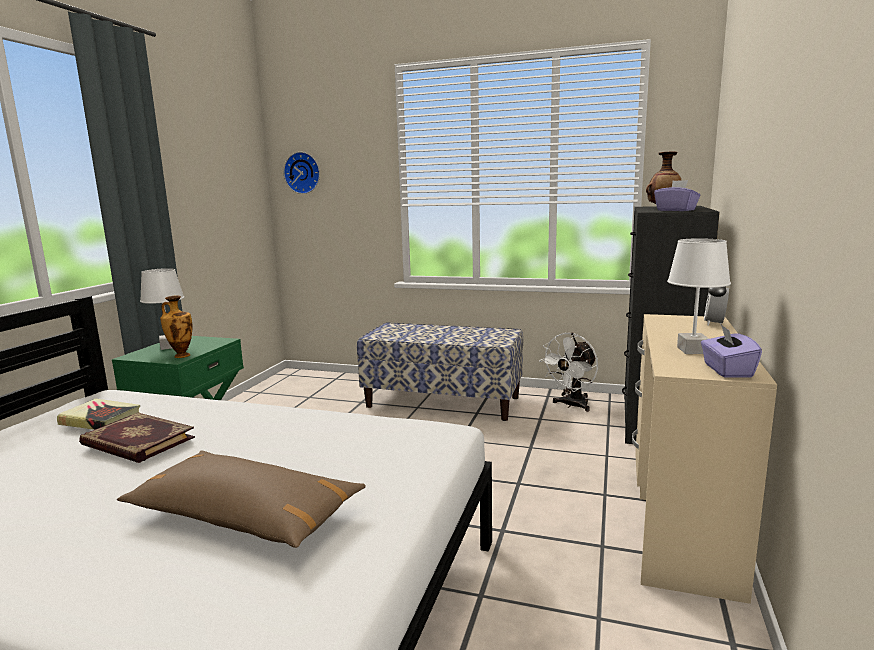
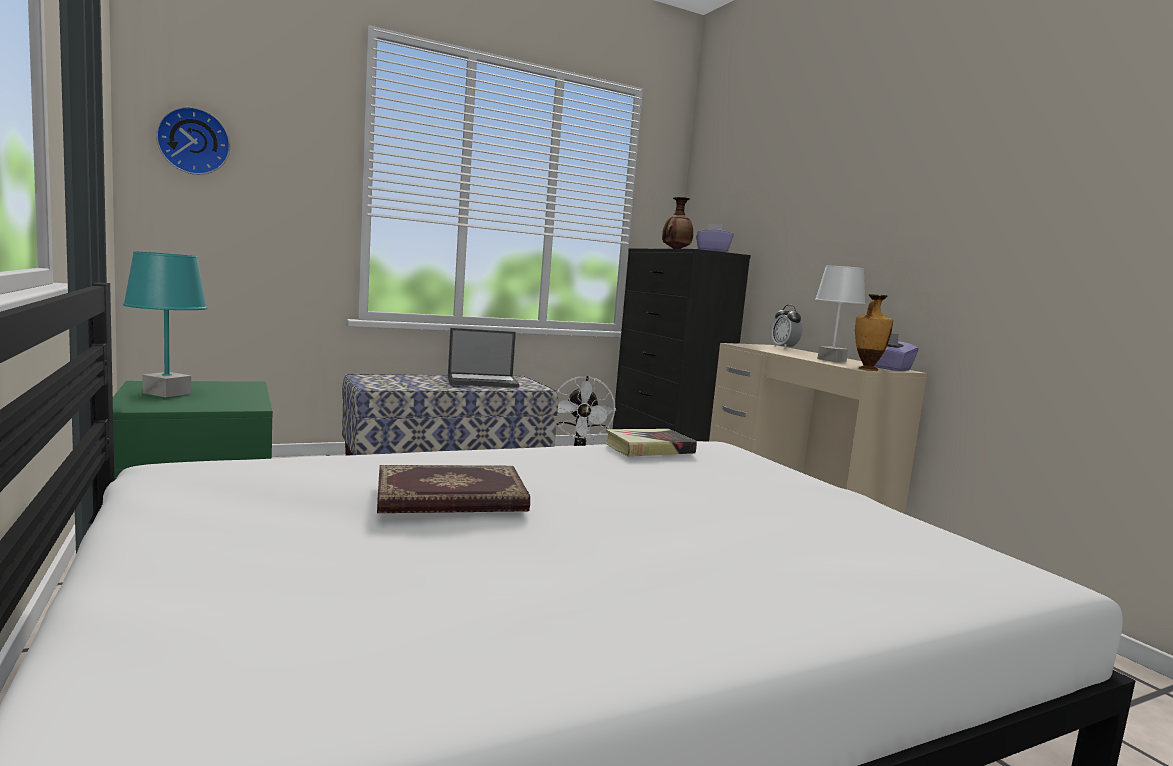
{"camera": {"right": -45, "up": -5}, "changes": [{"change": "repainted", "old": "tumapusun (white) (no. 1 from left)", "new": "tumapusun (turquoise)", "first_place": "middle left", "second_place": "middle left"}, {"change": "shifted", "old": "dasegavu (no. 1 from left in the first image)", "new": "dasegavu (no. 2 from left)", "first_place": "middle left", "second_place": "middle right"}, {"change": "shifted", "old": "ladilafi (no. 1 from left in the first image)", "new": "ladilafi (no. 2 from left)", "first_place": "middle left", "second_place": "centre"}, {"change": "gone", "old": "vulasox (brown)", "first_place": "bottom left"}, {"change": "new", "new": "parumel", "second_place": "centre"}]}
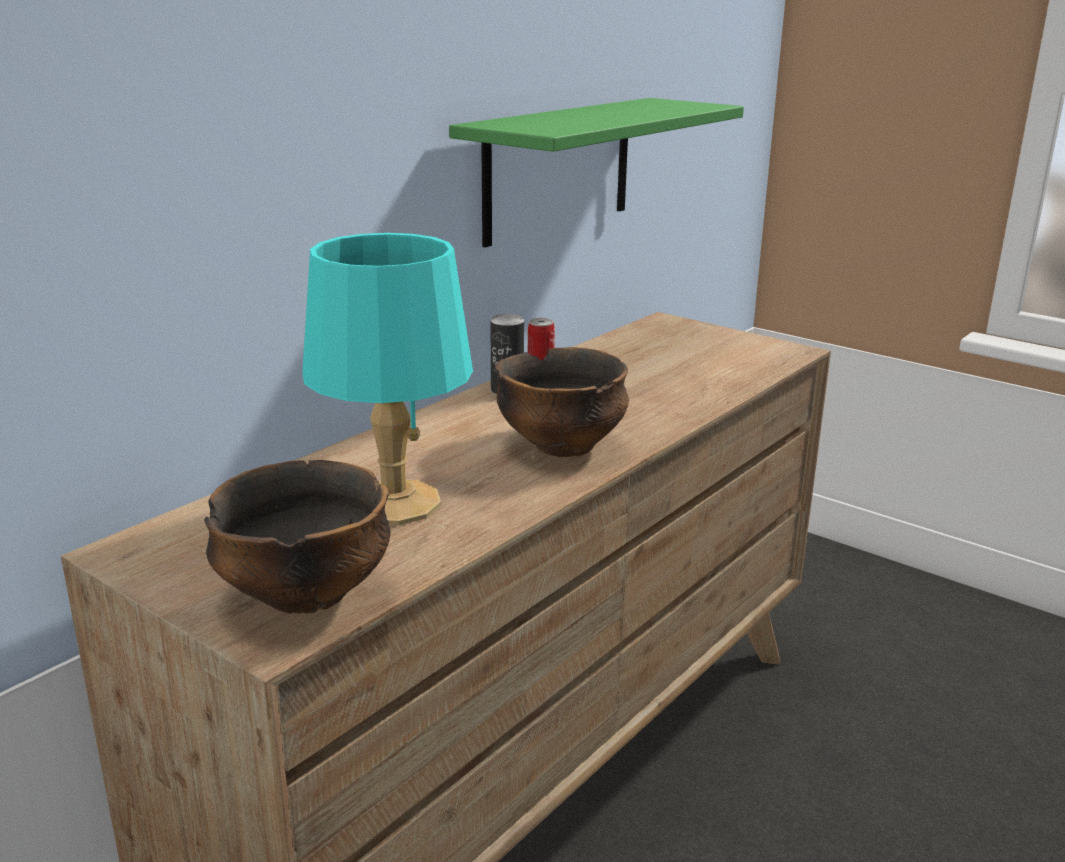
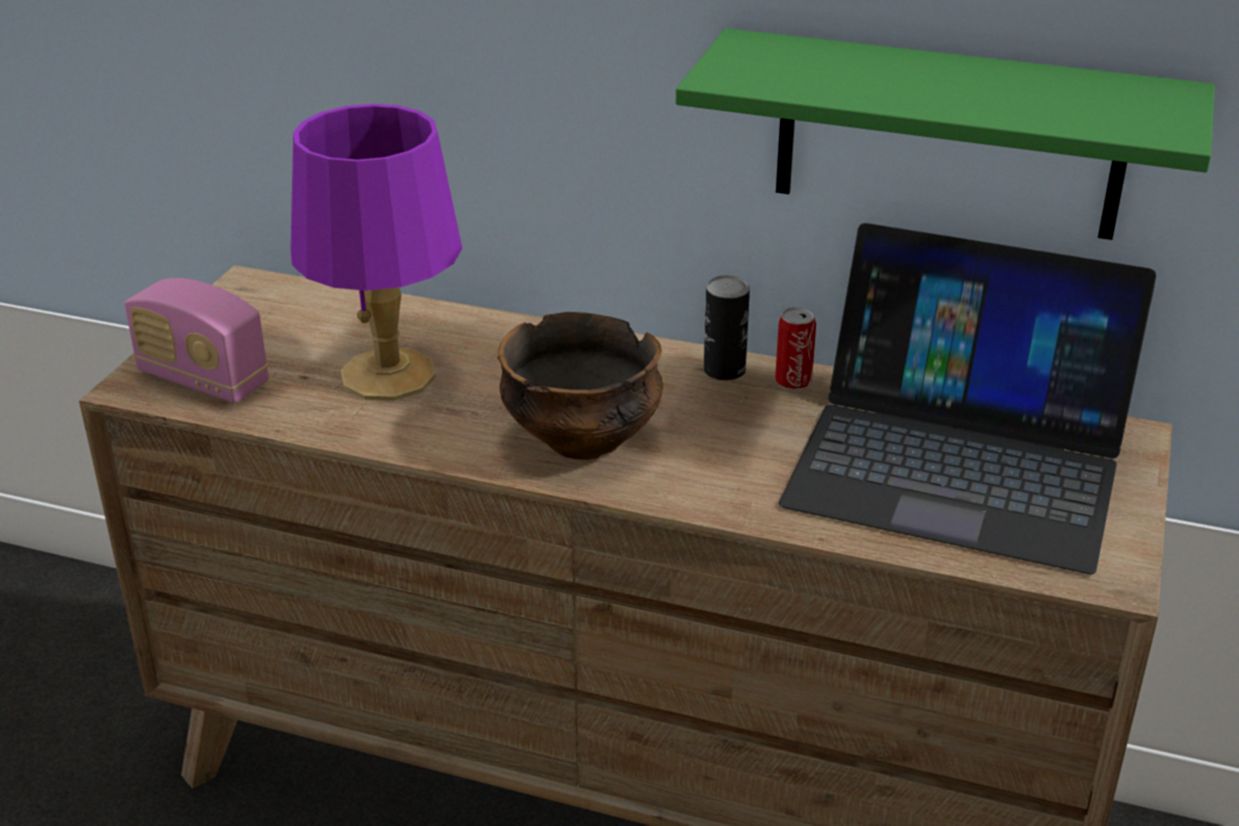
{"camera": {"right": 70, "up": 10}, "changes": [{"change": "repainted", "old": "tumapusun (turquoise)", "new": "tumapusun (purple)", "first_place": "centre", "second_place": "top left"}, {"change": "swapped", "old": "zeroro (no. 1 from left)", "new": "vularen", "first_place": "middle left", "second_place": "middle left"}, {"change": "new", "new": "parumel", "second_place": "middle right"}]}
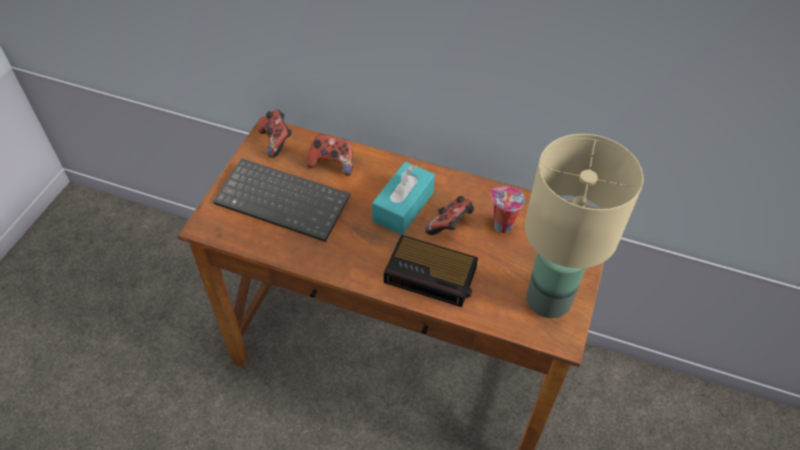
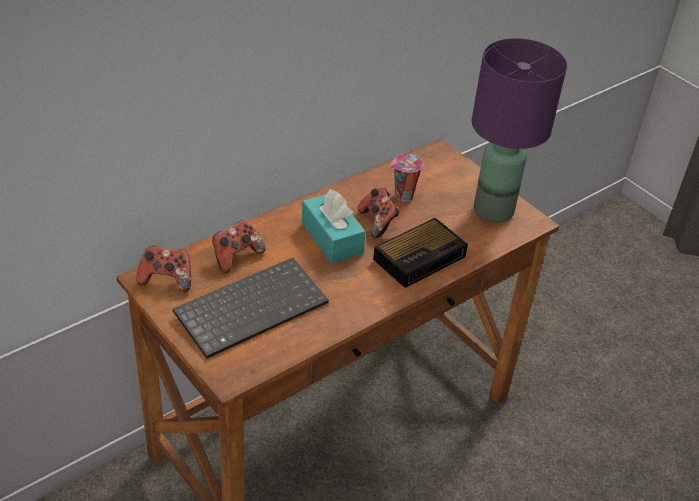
{"camera": {"right": -60, "up": -10}, "changes": [{"change": "repainted", "old": "tumapusun (beige)", "new": "tumapusun (purple)", "first_place": "middle right", "second_place": "top right"}]}
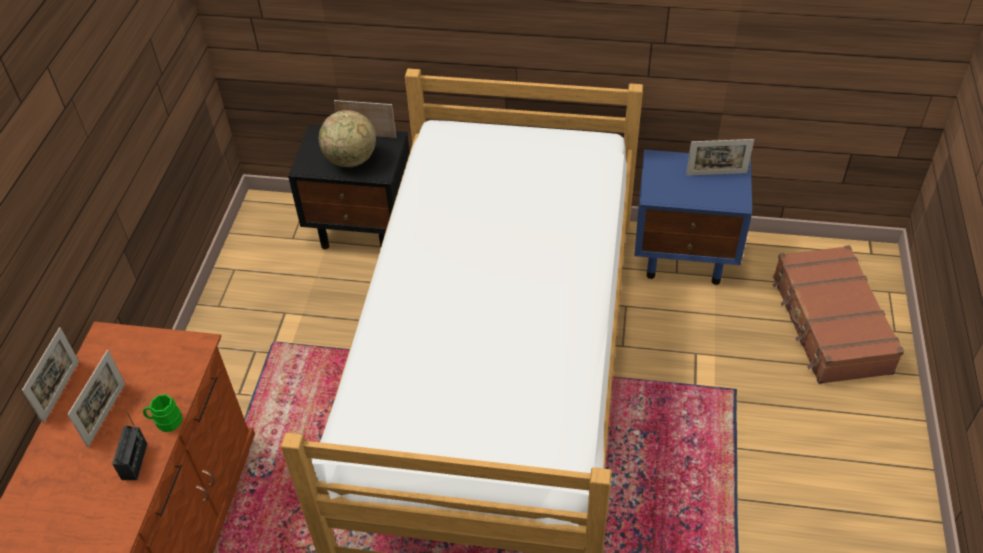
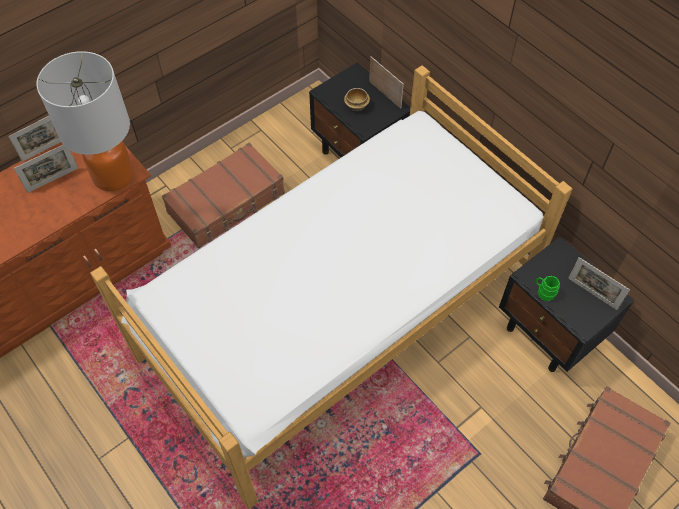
{"camera": {"right": 40, "up": 10}, "changes": [{"change": "swapped", "old": "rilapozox", "new": "zeroro", "first_place": "top centre", "second_place": "top centre"}, {"change": "repainted", "old": "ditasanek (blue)", "new": "ditasanek (black) (no. 2 from left)", "first_place": "middle right", "second_place": "middle right"}, {"change": "shifted", "old": "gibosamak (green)", "first_place": "bottom left", "second_place": "middle right"}, {"change": "gone", "old": "vularen", "first_place": "bottom left"}, {"change": "new", "new": "tumapusun", "second_place": "top left"}, {"change": "new", "new": "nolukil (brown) (no. 1 from left)", "second_place": "middle left"}]}
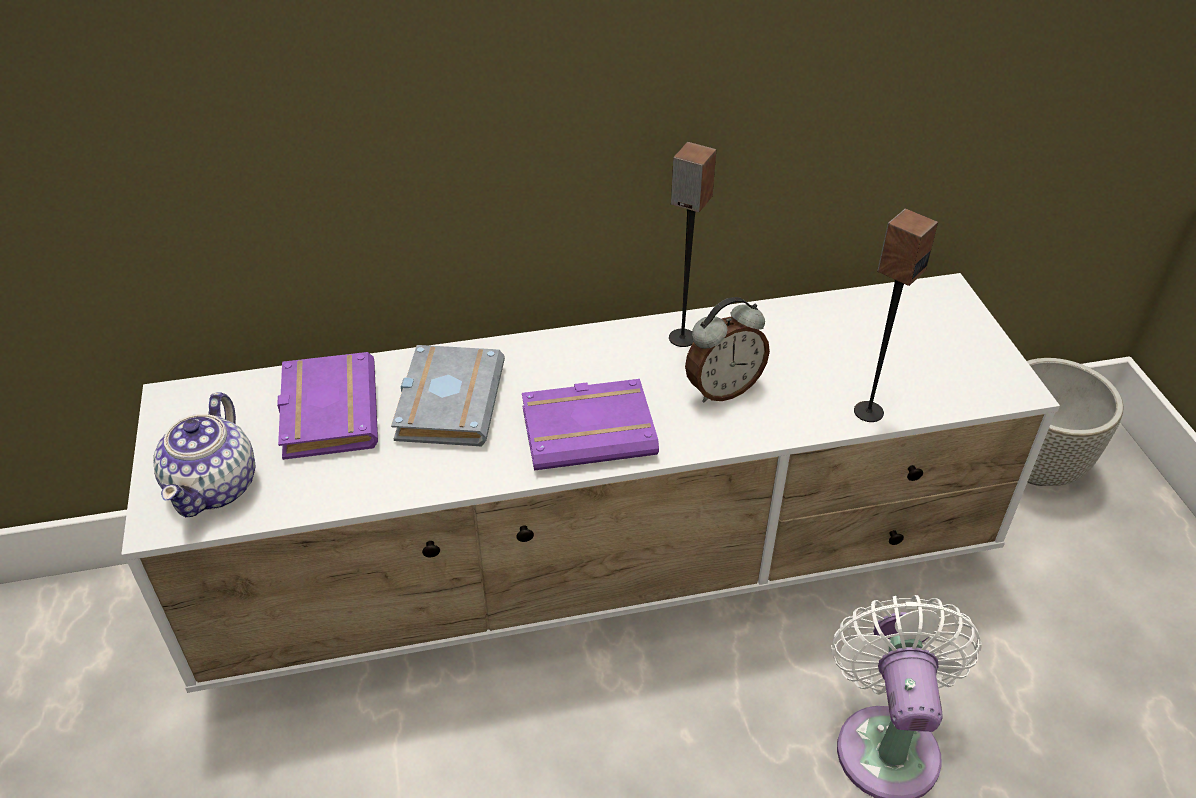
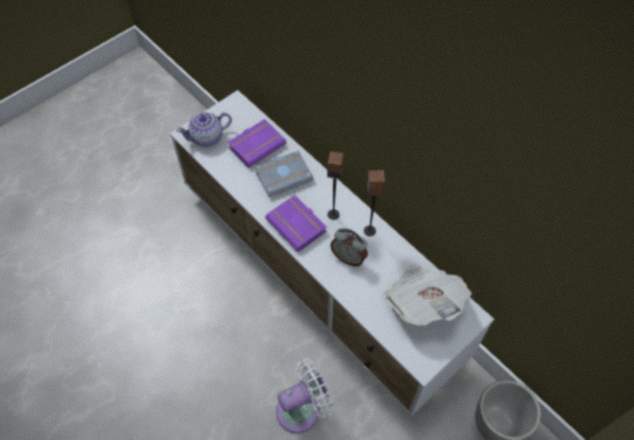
{"camera": {"right": 60, "up": 15}, "changes": [{"change": "shifted", "old": "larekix (no. 2 from left in the first image)", "new": "larekix (no. 1 from left)", "first_place": "middle right", "second_place": "centre"}, {"change": "new", "new": "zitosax", "second_place": "bottom right"}]}
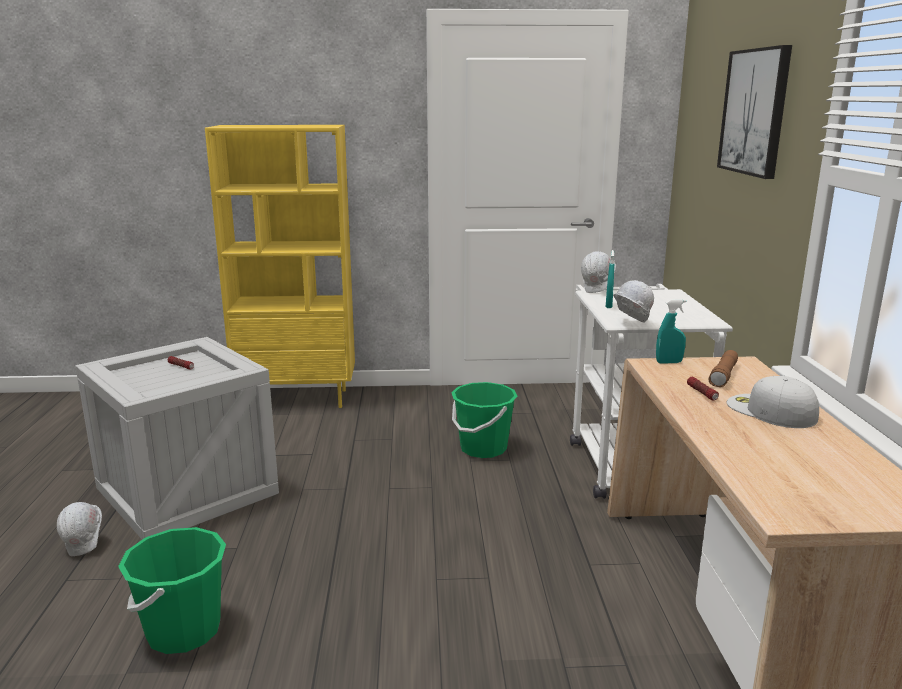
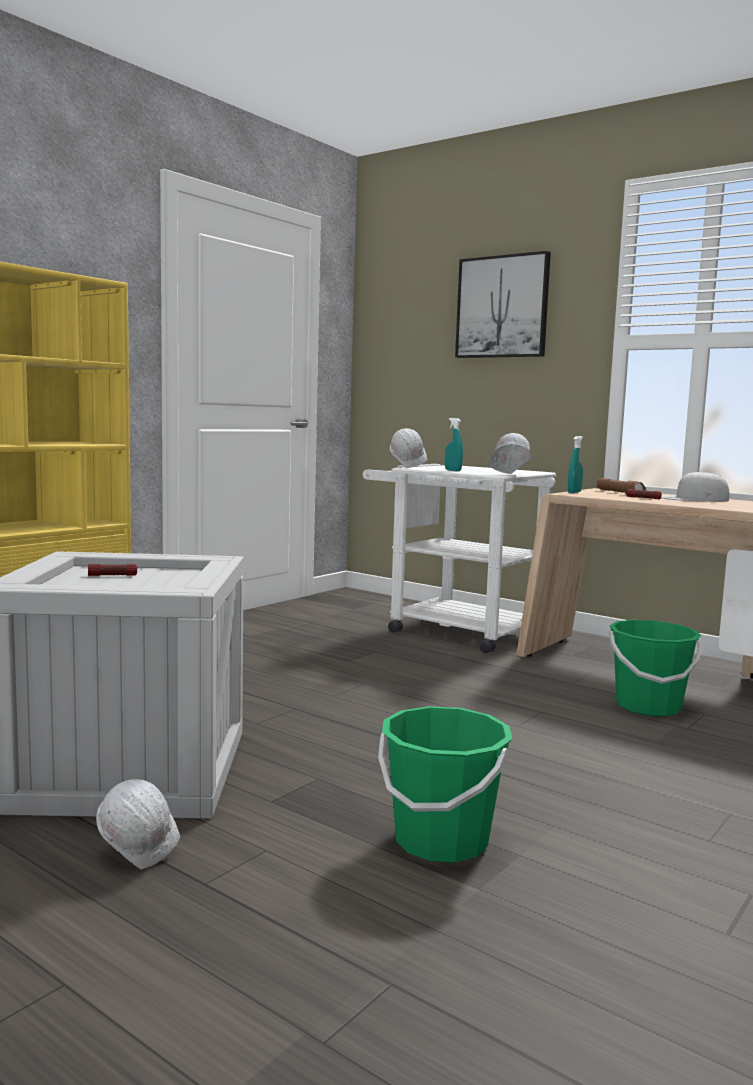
{"camera": {"right": -50, "up": -10}, "changes": [{"change": "shifted", "old": "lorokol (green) (no. 2 from left)", "first_place": "centre", "second_place": "middle right"}]}
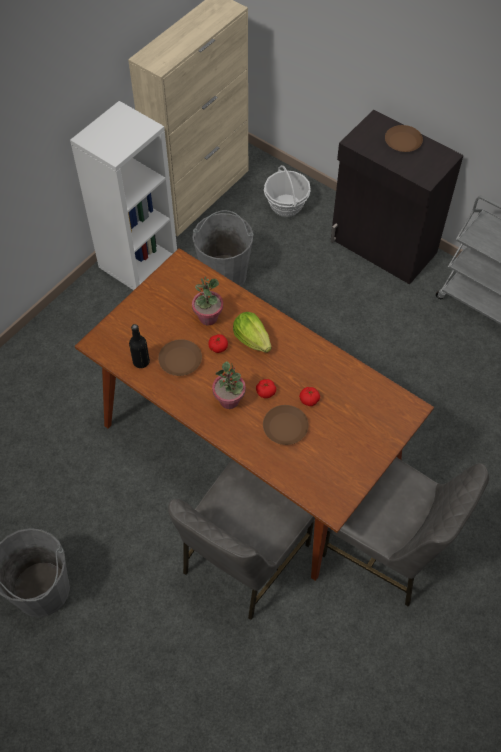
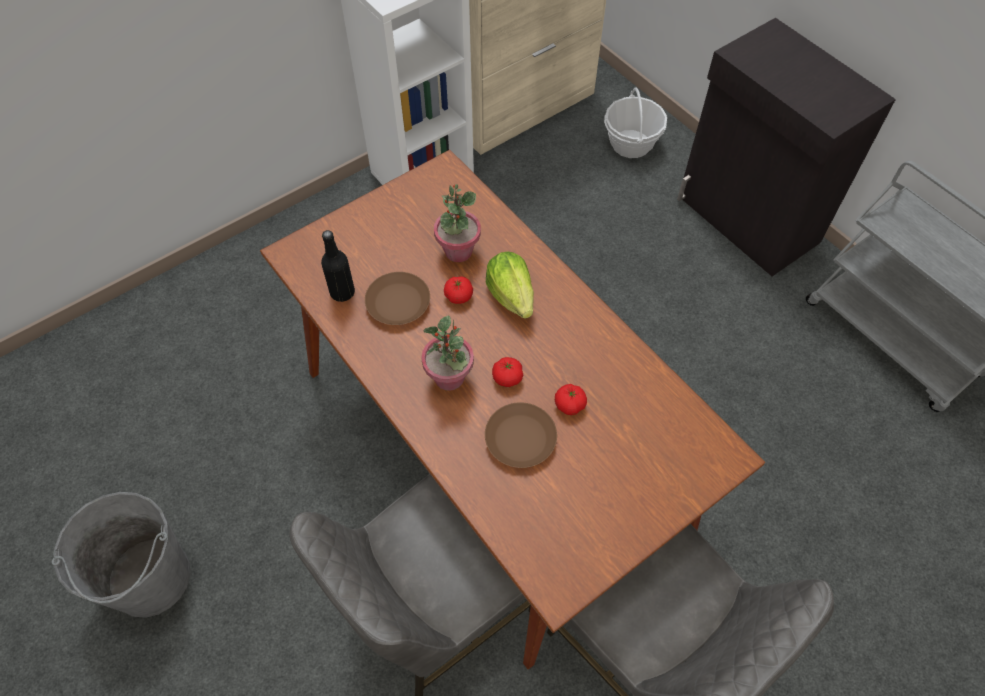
{"camera": {"right": 15, "up": 0}, "changes": [{"change": "gone", "old": "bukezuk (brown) (no. 3 from left)", "first_place": "top right"}, {"change": "gone", "old": "lorokol (grey) (no. 2 from left)", "first_place": "top centre"}]}
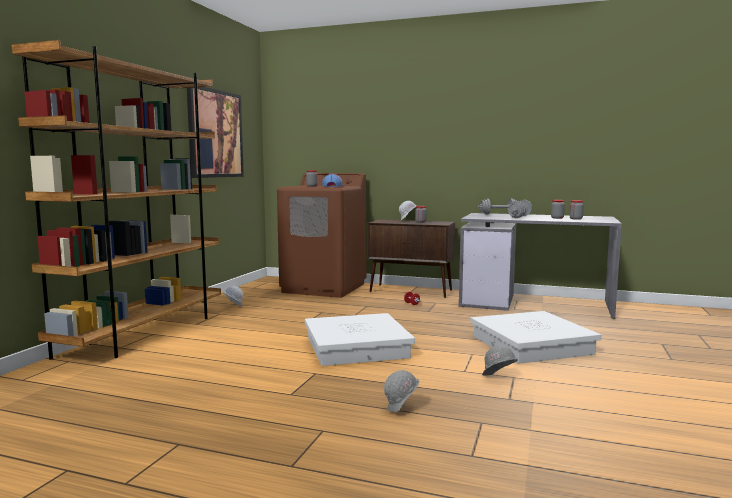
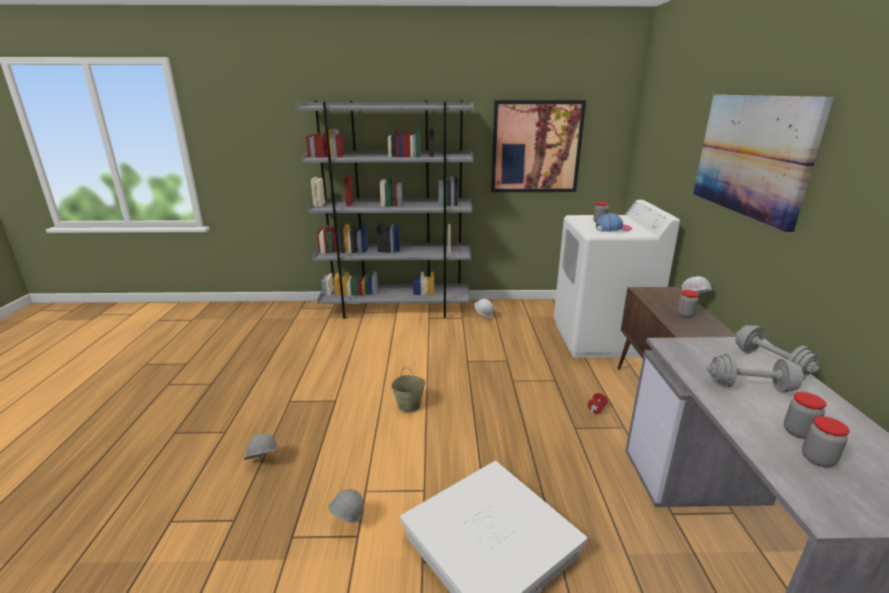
{"camera": {"right": 70, "up": 15}, "changes": [{"change": "repainted", "old": "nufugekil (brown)", "new": "nufugekil (grey)", "first_place": "middle left", "second_place": "centre"}, {"change": "repainted", "old": "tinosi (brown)", "new": "tinosi (white)", "first_place": "centre", "second_place": "middle right"}, {"change": "swapped", "old": "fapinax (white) (no. 1 from left)", "new": "lorokol (beige)", "first_place": "bottom centre", "second_place": "centre"}, {"change": "new", "new": "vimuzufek (no. 2 from left)", "second_place": "top right"}]}
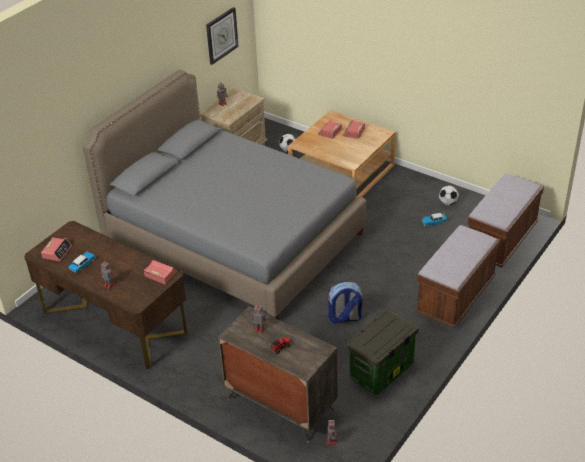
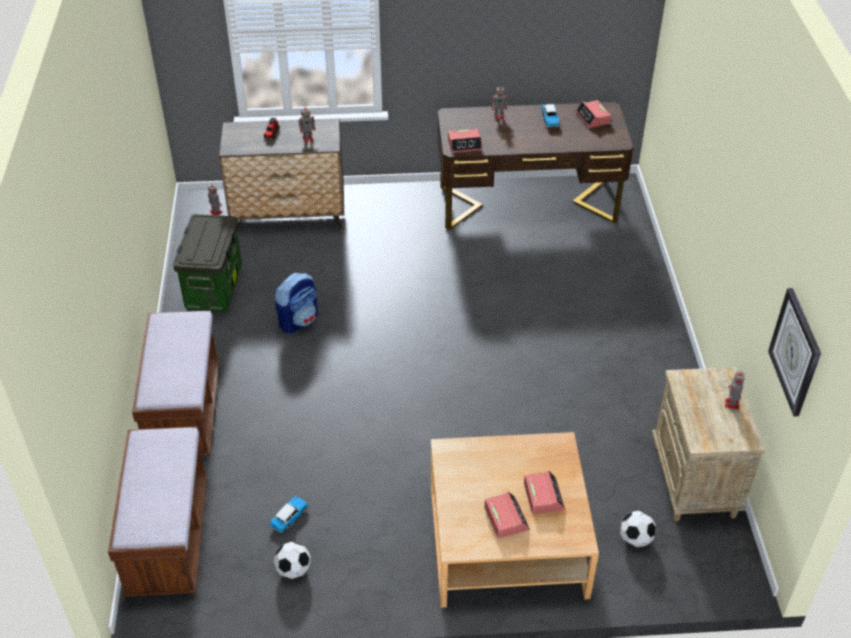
{"camera": {"right": 140, "up": 5}, "changes": [{"change": "gone", "old": "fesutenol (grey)", "first_place": "centre"}]}
